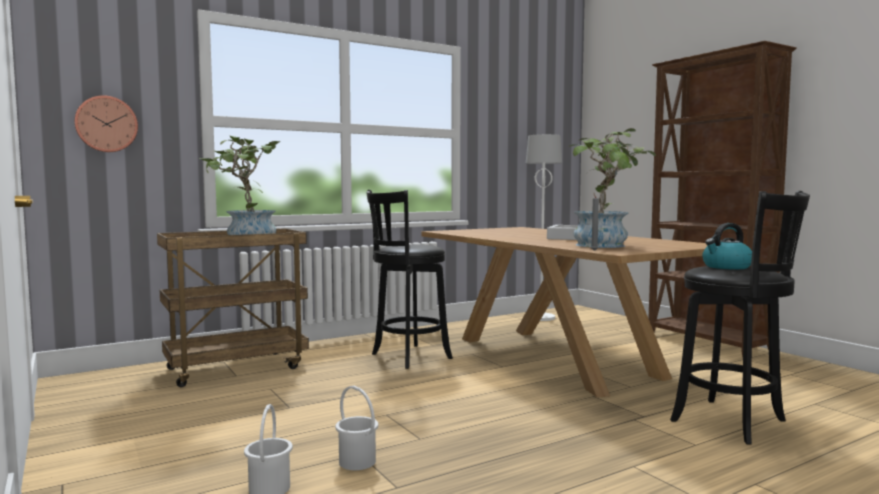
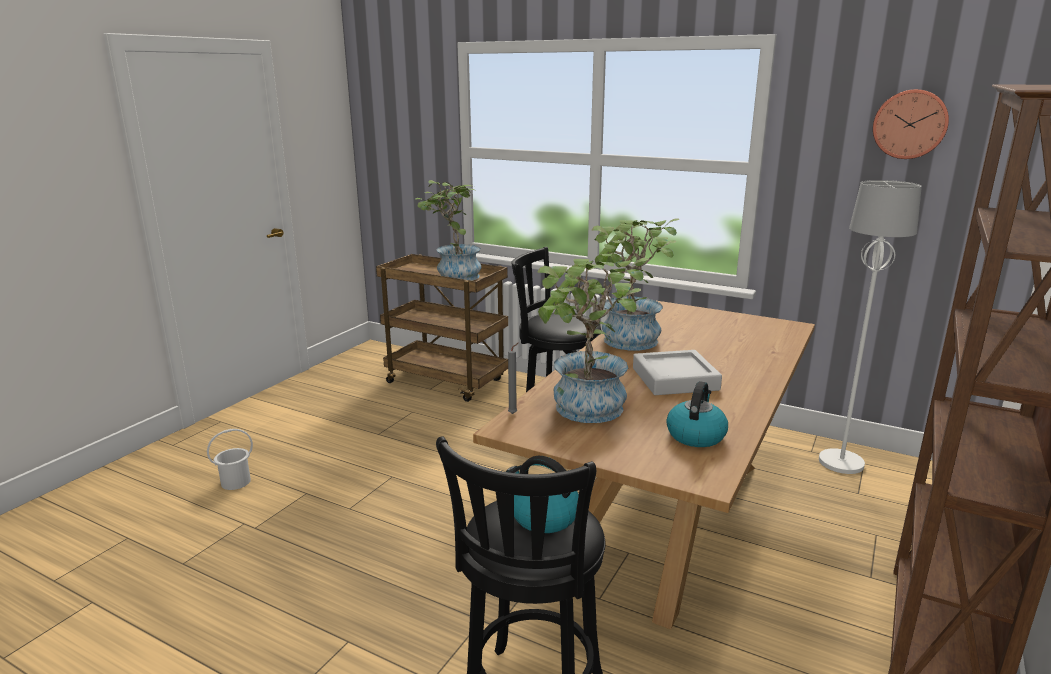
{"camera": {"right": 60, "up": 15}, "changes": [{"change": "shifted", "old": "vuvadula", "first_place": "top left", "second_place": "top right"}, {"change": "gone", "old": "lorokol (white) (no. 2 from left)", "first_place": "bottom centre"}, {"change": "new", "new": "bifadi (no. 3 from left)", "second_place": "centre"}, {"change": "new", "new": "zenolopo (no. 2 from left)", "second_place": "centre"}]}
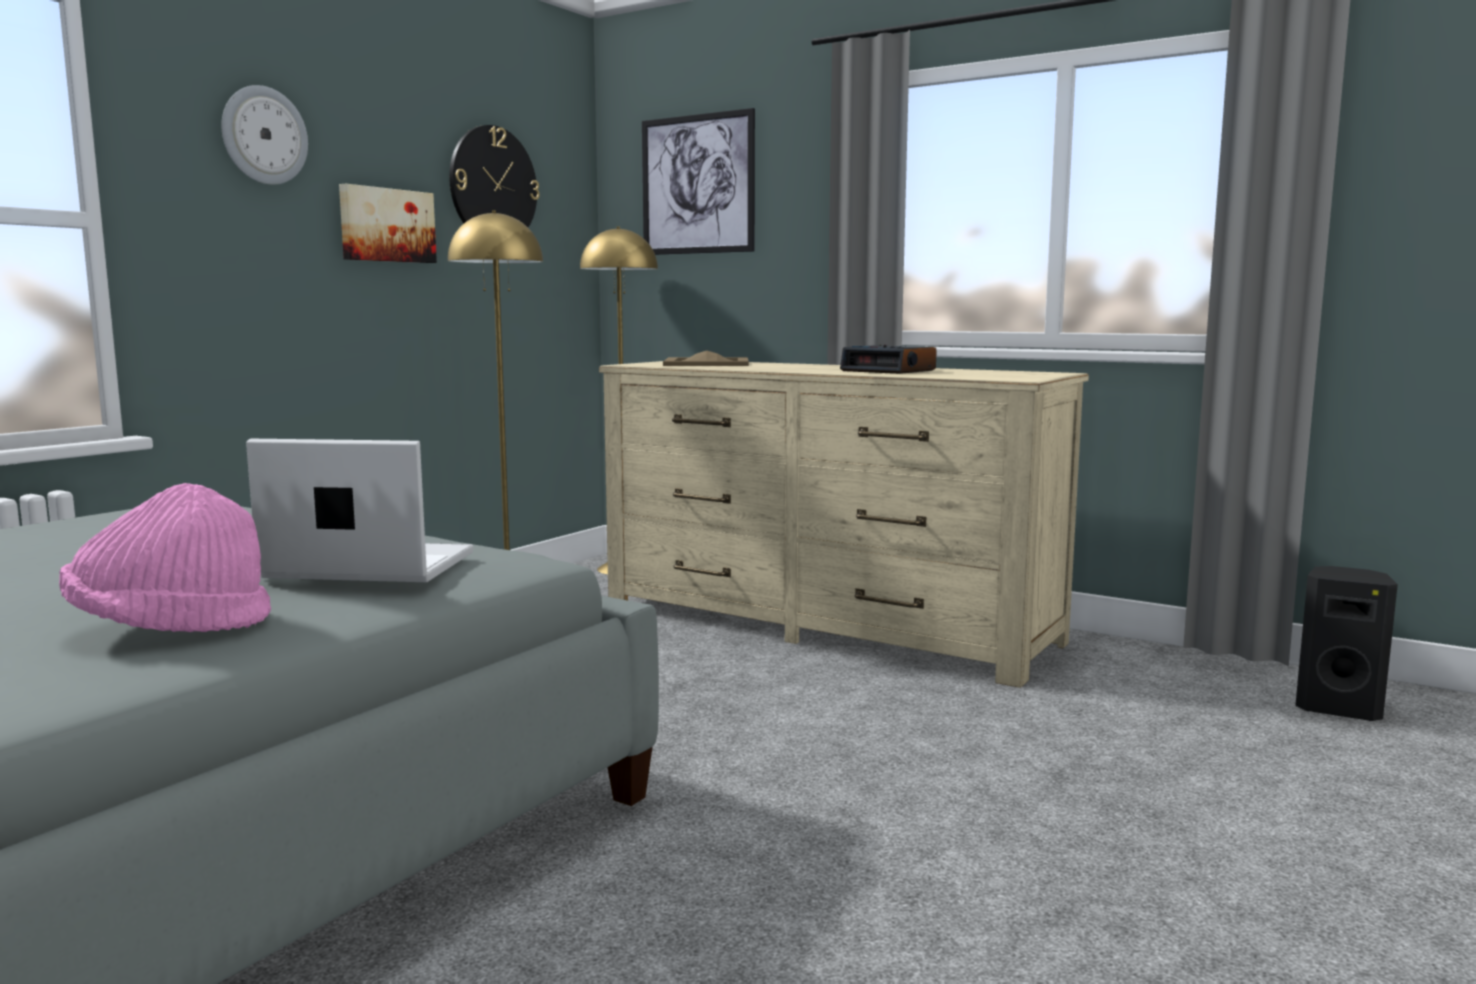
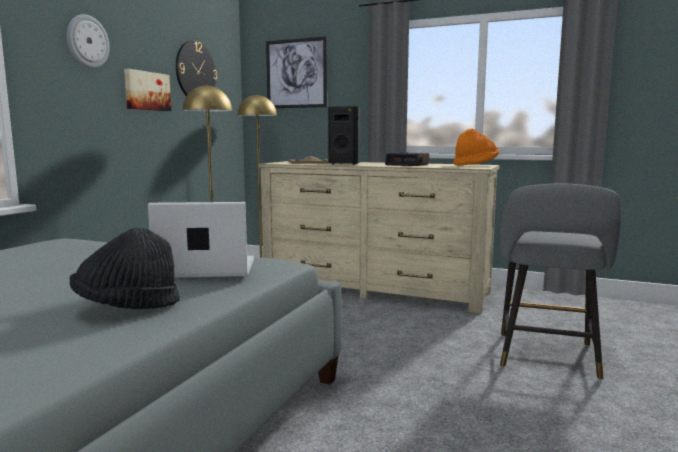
{"camera": {"right": -10, "up": 0}, "changes": [{"change": "repainted", "old": "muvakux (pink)", "new": "muvakux (black)", "first_place": "middle left", "second_place": "middle left"}, {"change": "shifted", "old": "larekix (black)", "first_place": "middle right", "second_place": "top centre"}, {"change": "new", "new": "muvakux (orange)", "second_place": "top right"}, {"change": "new", "new": "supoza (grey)", "second_place": "middle right"}]}
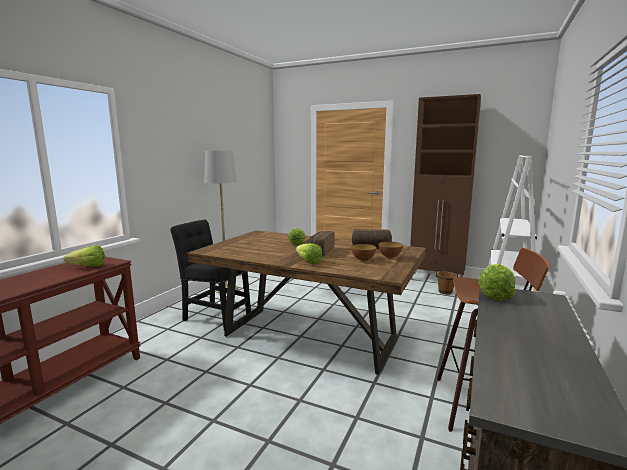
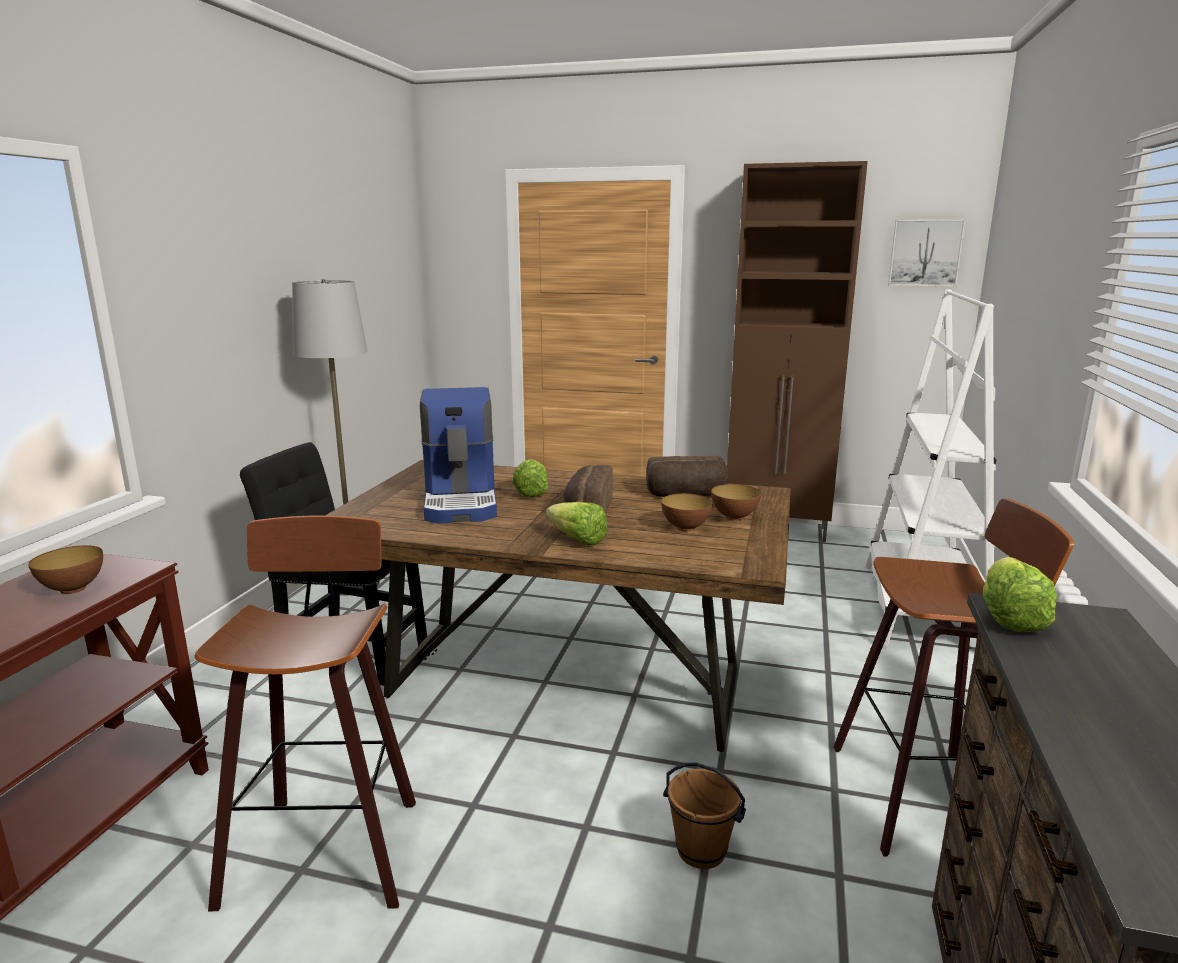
{"camera": {"right": -10, "up": 5}, "changes": [{"change": "swapped", "old": "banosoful (no. 1 from left)", "new": "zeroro (no. 1 from left)", "first_place": "middle left", "second_place": "middle left"}, {"change": "shifted", "old": "lorokol (brown)", "first_place": "middle right", "second_place": "bottom centre"}, {"change": "new", "new": "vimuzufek", "second_place": "top right"}, {"change": "new", "new": "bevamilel", "second_place": "centre"}, {"change": "new", "new": "supoza (no. 1 from left)", "second_place": "bottom left"}]}
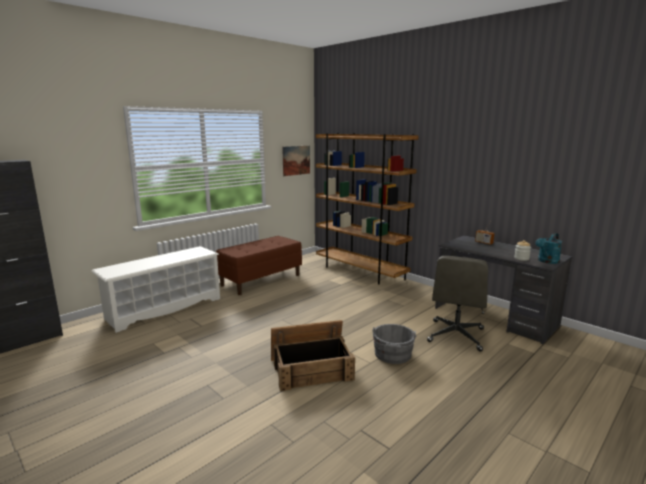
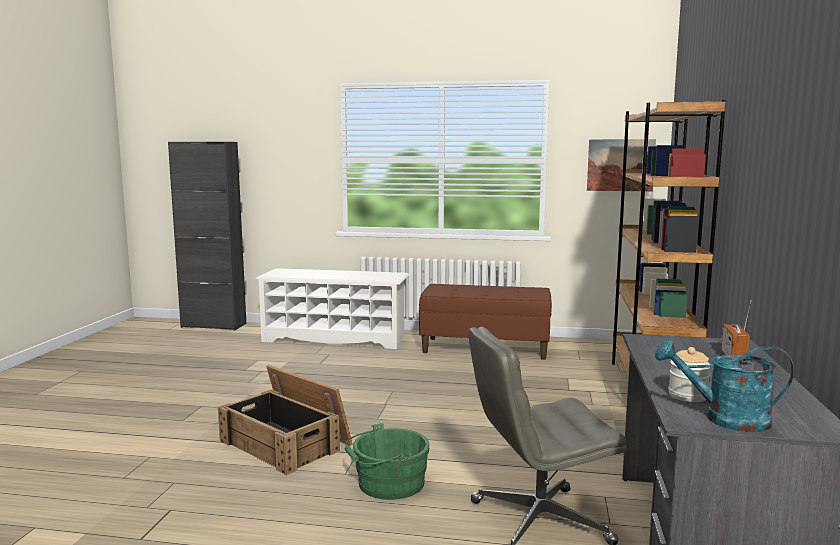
{"camera": {"right": 55, "up": -5}, "changes": [{"change": "repainted", "old": "lorokol (grey)", "new": "lorokol (green)", "first_place": "bottom centre", "second_place": "bottom centre"}]}
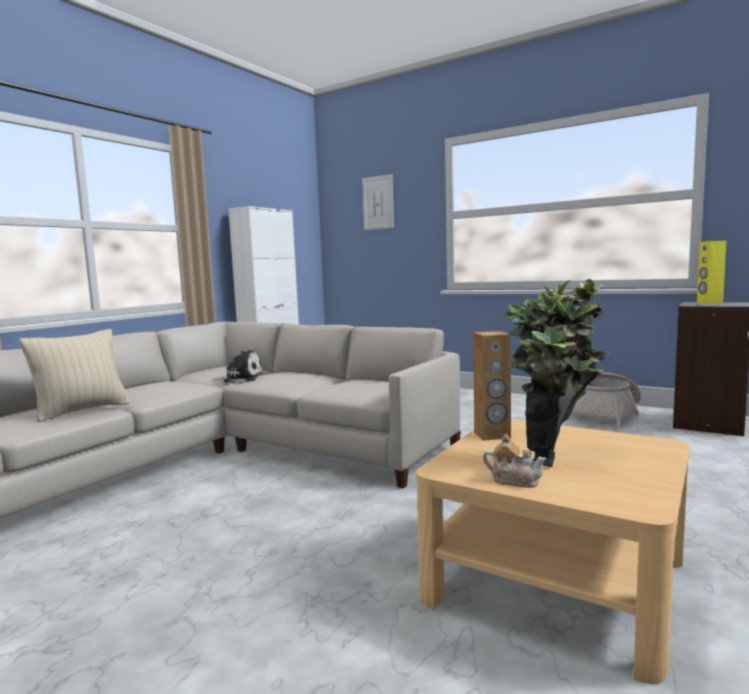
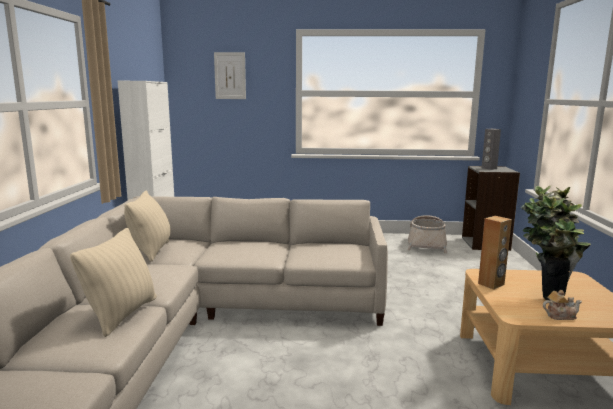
{"camera": {"right": -30, "up": 5}, "changes": [{"change": "repainted", "old": "larekix (yellow)", "new": "larekix (grey)", "first_place": "middle right", "second_place": "middle right"}, {"change": "gone", "old": "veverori", "first_place": "middle left"}, {"change": "new", "new": "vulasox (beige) (no. 2 from left)", "second_place": "middle left"}]}
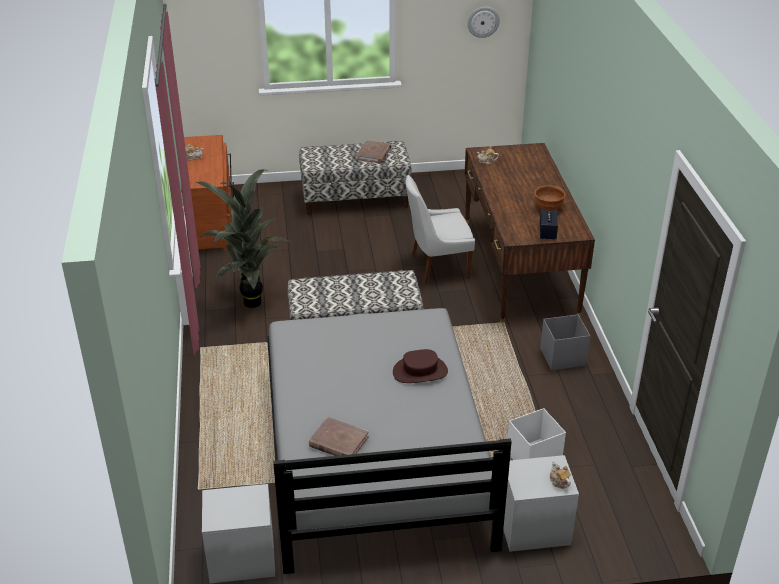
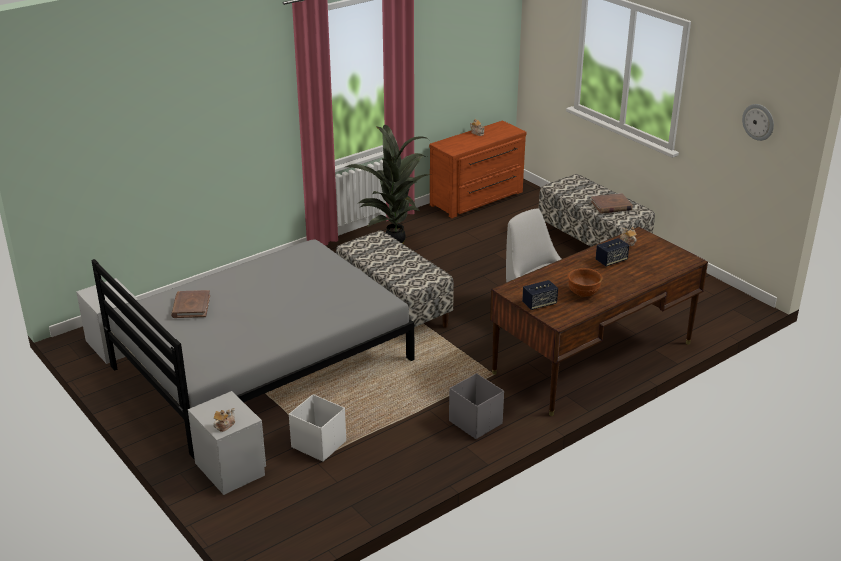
{"camera": {"right": 60, "up": -5}, "changes": [{"change": "gone", "old": "muvakux (brown)", "first_place": "centre"}, {"change": "new", "new": "larekix (no. 2 from left)", "second_place": "middle right"}]}
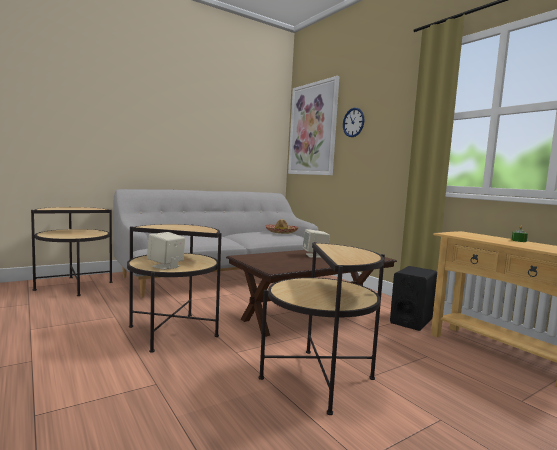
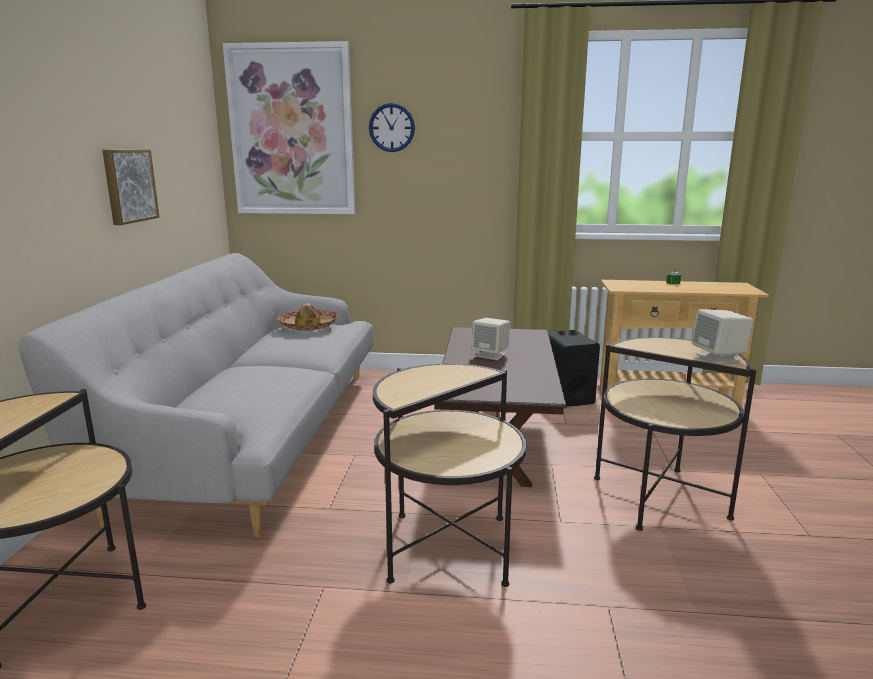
{"camera": {"right": -50, "up": 10}, "changes": [{"change": "shifted", "old": "larekix (beige) (no. 1 from left in the first image)", "new": "larekix (beige) (no. 2 from left)", "first_place": "middle left", "second_place": "middle right"}, {"change": "new", "new": "vimuzufek (no. 1 from left)", "second_place": "top left"}]}
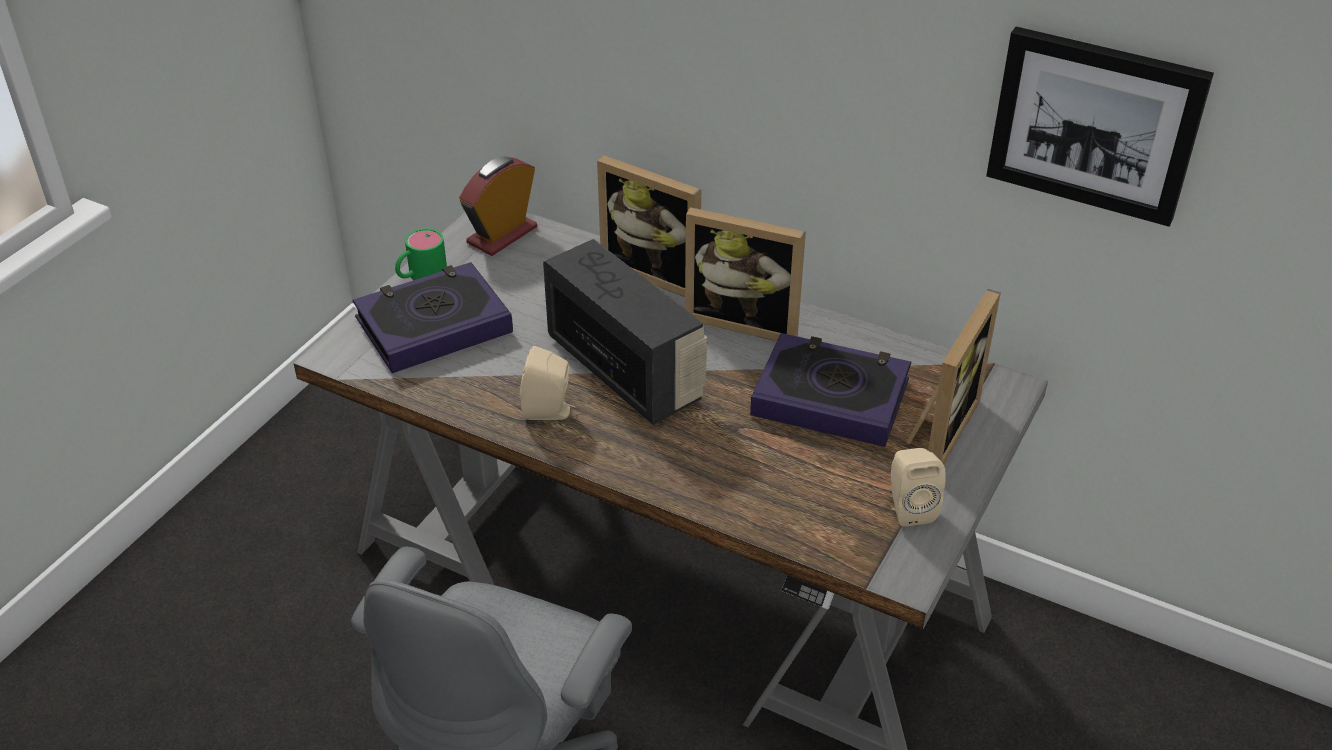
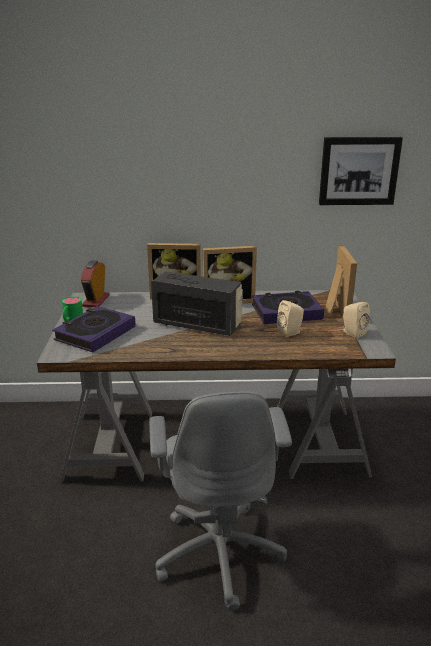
{"camera": {"right": -30, "up": -15}, "changes": [{"change": "shifted", "old": "larekix (beige) (no. 1 from left)", "first_place": "centre", "second_place": "middle right"}]}
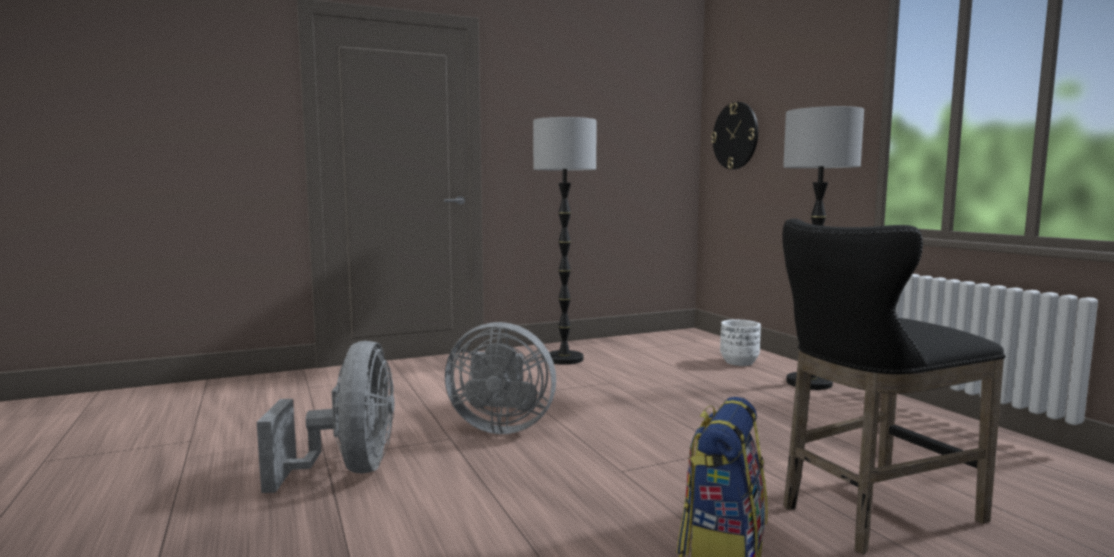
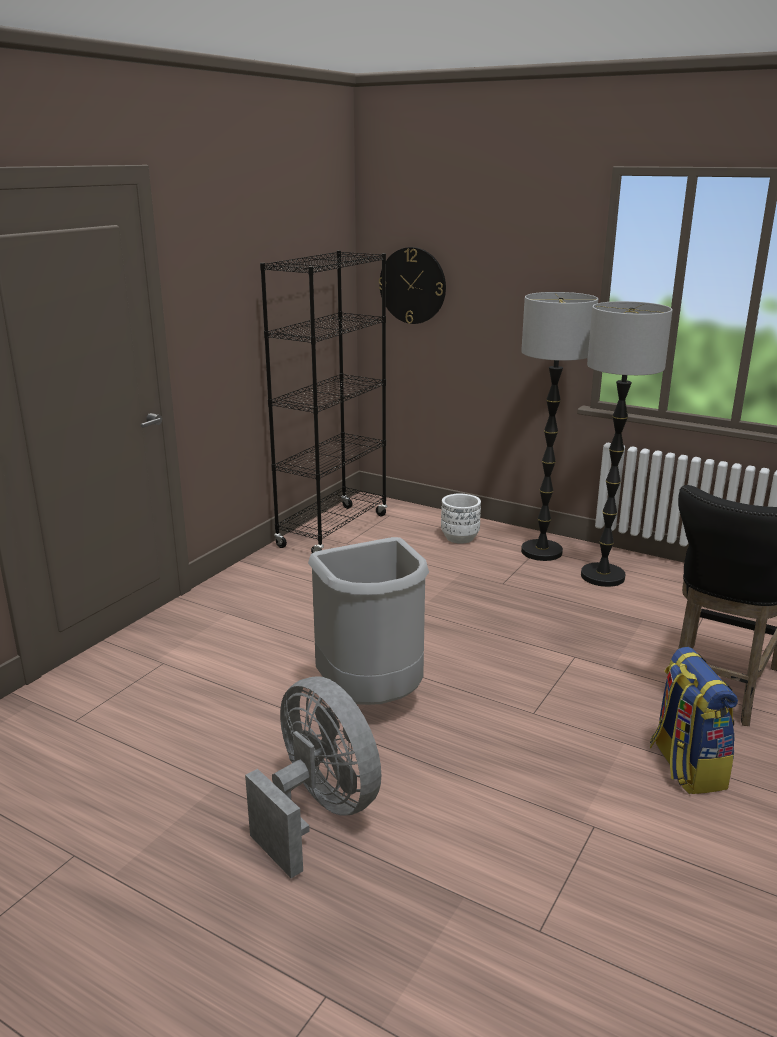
{"camera": {"right": -35, "up": 15}, "changes": [{"change": "shifted", "old": "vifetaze (no. 1 from left in the first image)", "new": "vifetaze (no. 2 from left)", "first_place": "centre", "second_place": "middle right"}, {"change": "swapped", "old": "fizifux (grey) (no. 2 from left)", "new": "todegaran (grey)", "first_place": "bottom centre", "second_place": "centre"}, {"change": "new", "new": "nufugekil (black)", "second_place": "centre"}]}
